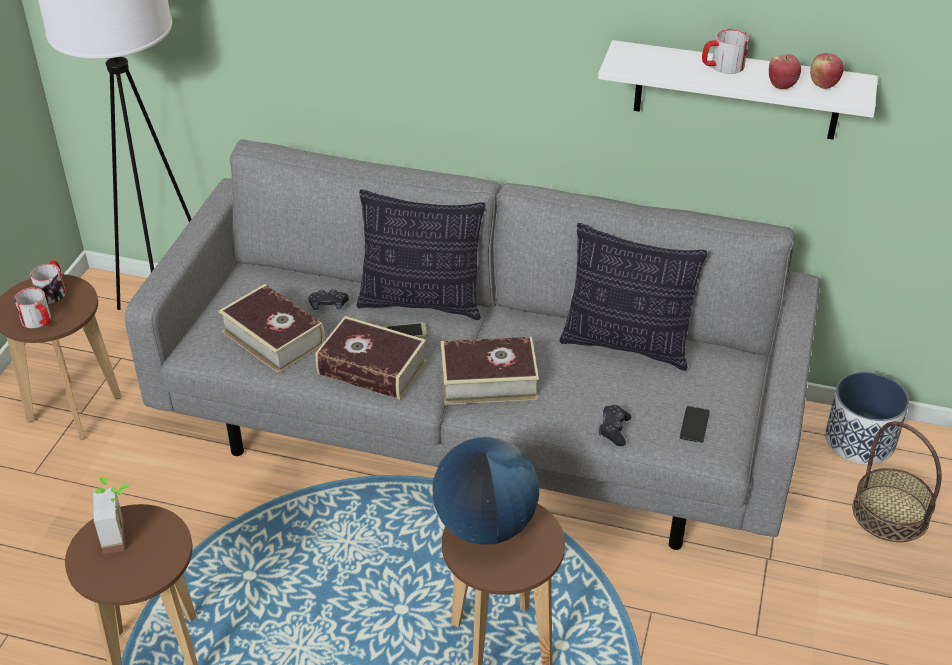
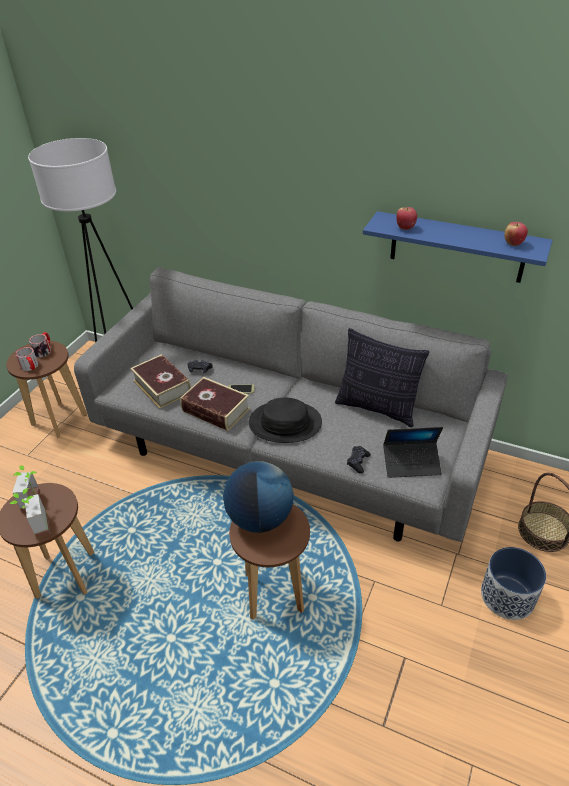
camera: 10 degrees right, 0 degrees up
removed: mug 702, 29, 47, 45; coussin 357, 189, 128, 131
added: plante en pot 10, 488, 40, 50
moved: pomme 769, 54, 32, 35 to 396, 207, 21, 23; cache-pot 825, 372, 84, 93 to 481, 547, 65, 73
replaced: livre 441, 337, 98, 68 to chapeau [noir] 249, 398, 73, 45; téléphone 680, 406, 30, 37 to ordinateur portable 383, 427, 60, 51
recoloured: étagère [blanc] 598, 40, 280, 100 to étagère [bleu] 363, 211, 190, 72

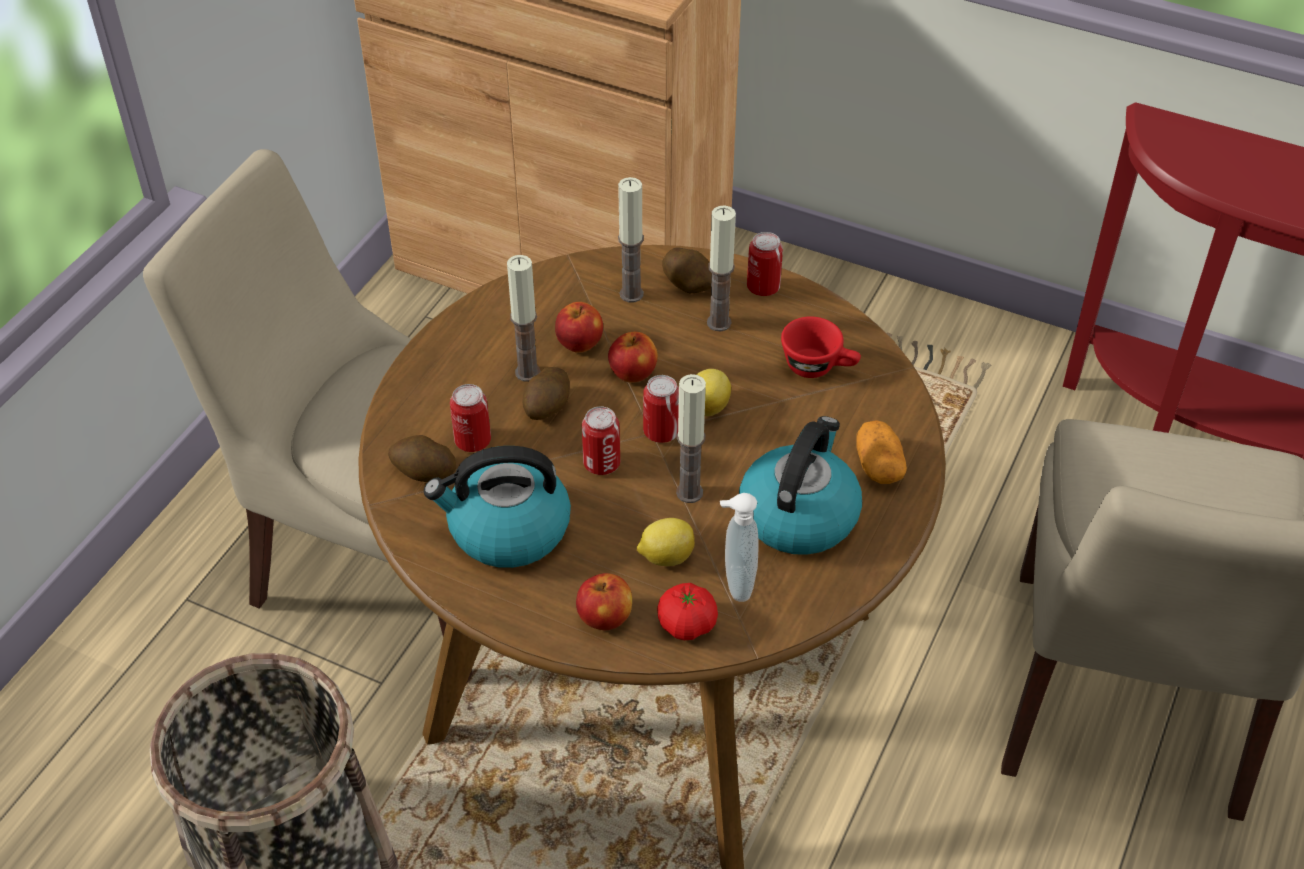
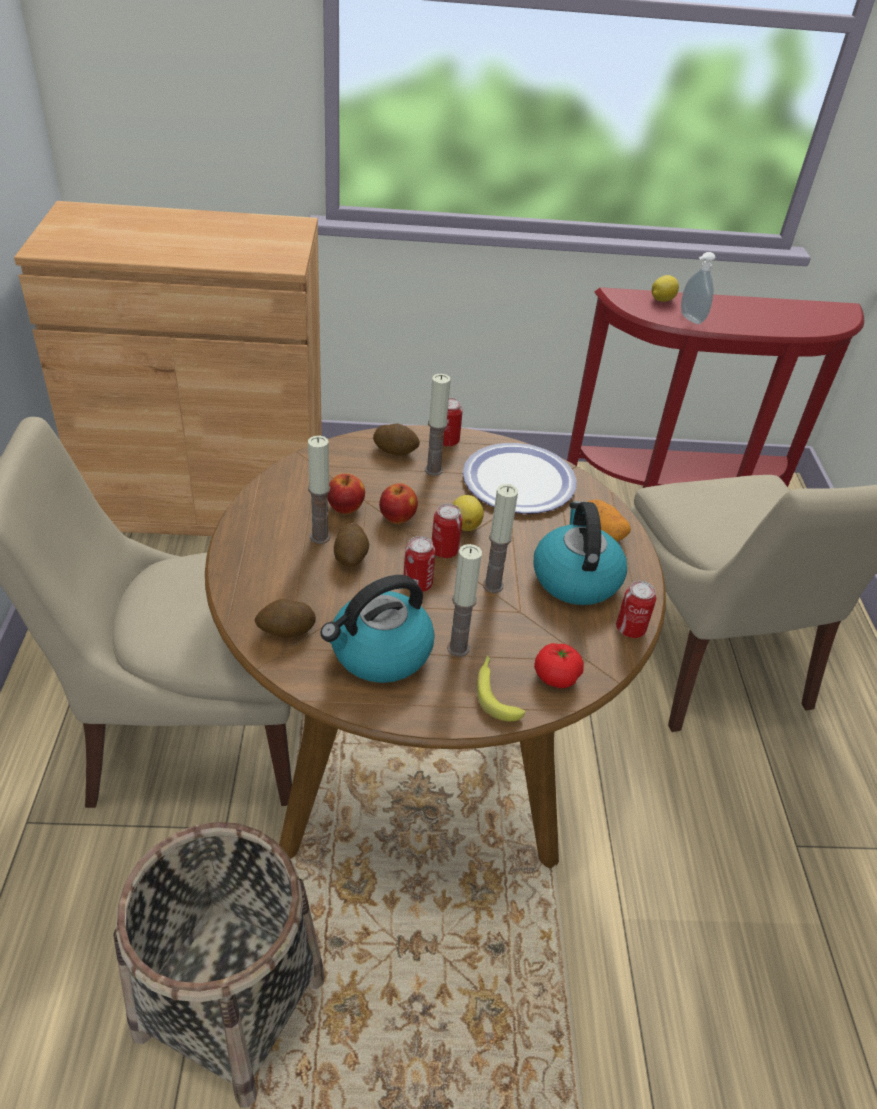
camera: 30 degrees left, 5 degrees down
moved: bougie 618, 177, 26, 125 to 447, 544, 35, 113; boîte métallique 450, 384, 41, 68 to 616, 581, 40, 57; distributeur de savon 720, 493, 39, 109 to 681, 252, 35, 72; citron 637, 518, 58, 48 to 652, 275, 27, 27
replaced: tasse [rouge] 781, 317, 80, 61 to assiette 463, 443, 114, 71; pomme 576, 573, 56, 57 to banane 477, 655, 49, 66

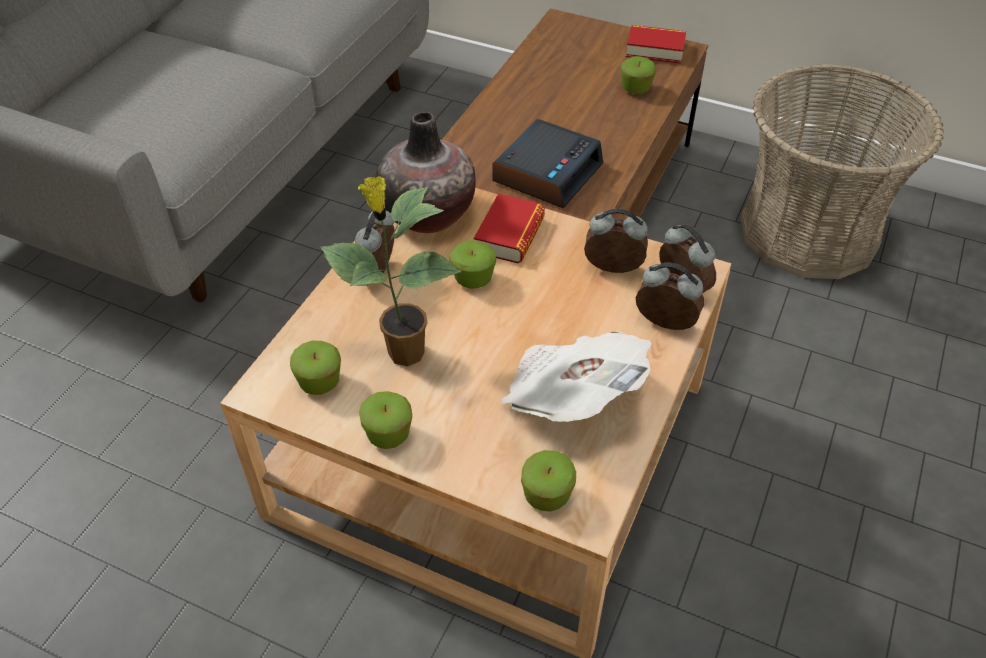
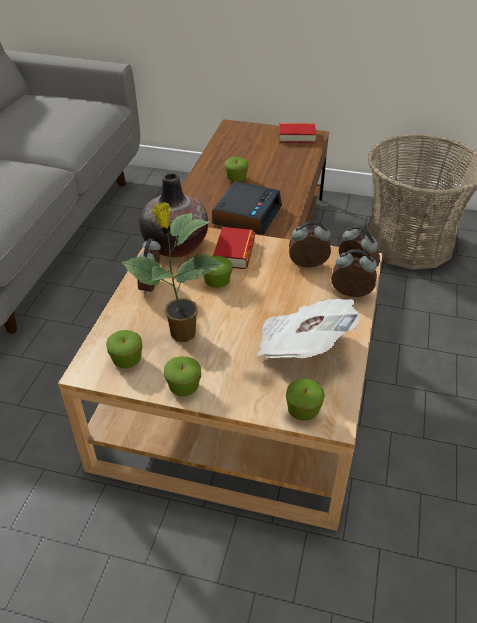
camera: 10 degrees left, 5 degrees down
moved: pomme 621, 56, 35, 38 to 225, 157, 23, 25

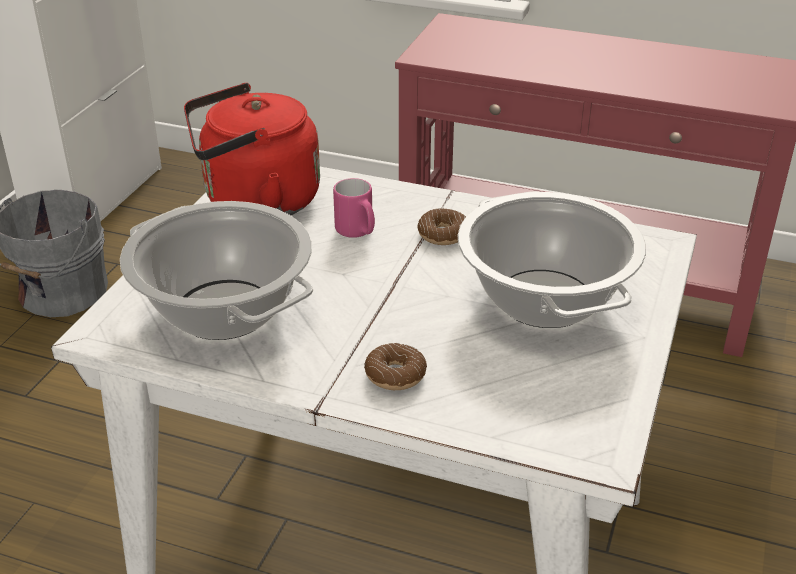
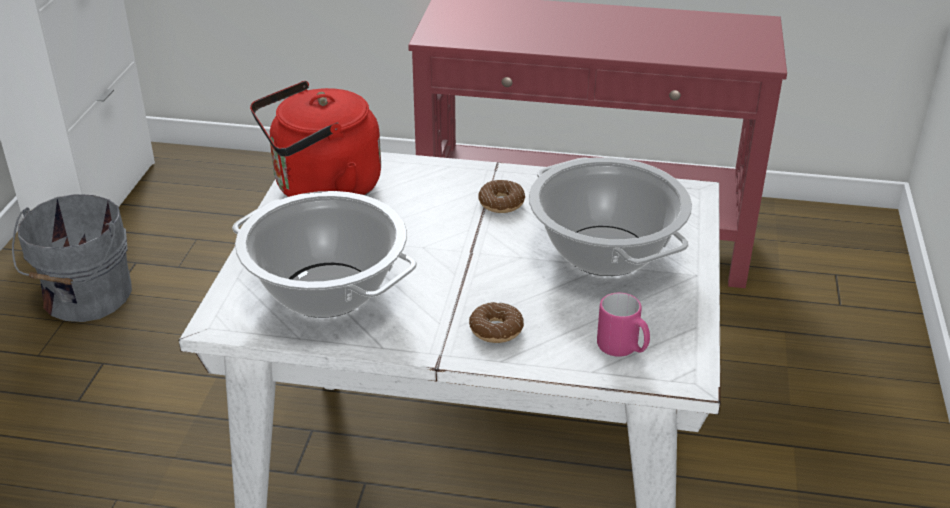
camera: 10 degrees left, 0 degrees up
moved: mug [rose] 333, 178, 42, 60 to 597, 293, 53, 64

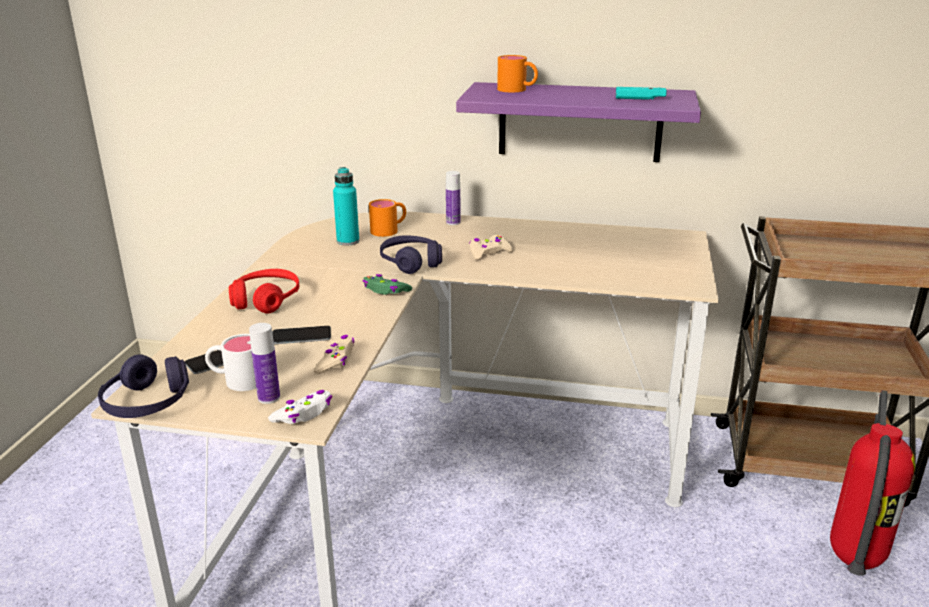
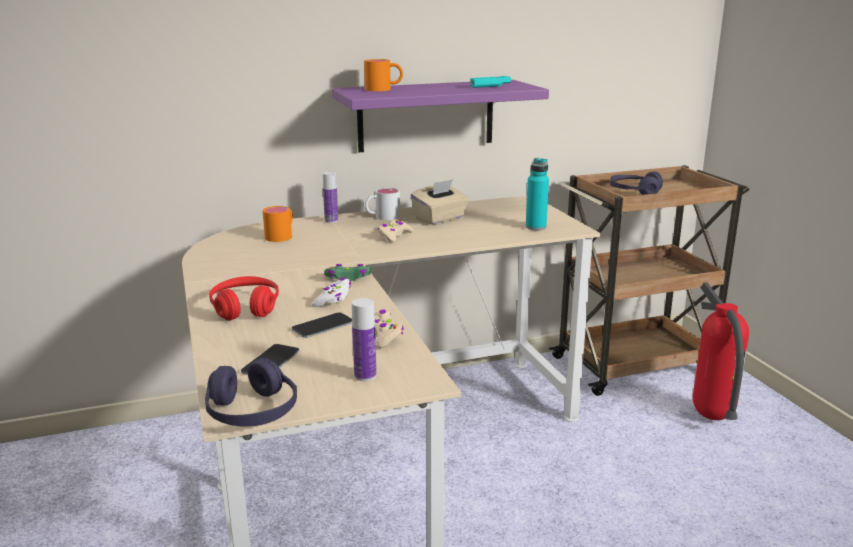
camera: 30 degrees left, 5 degrees down
added: boîte à mouchoirs [beige] 411, 179, 58, 46
moved: bouteille [turquoise] 333, 167, 26, 79 to 526, 158, 23, 72; casque audio [violet] 380, 235, 62, 39 to 610, 171, 53, 24; mug [blanc] 205, 334, 51, 57 to 365, 187, 35, 33; manette [blanc] 268, 390, 64, 34 to 312, 277, 39, 30

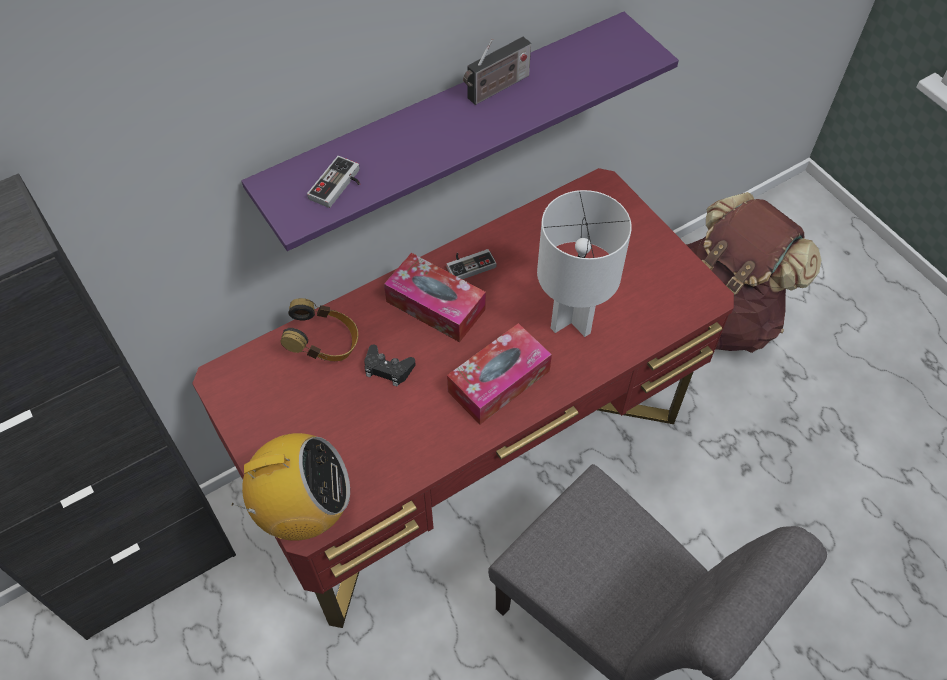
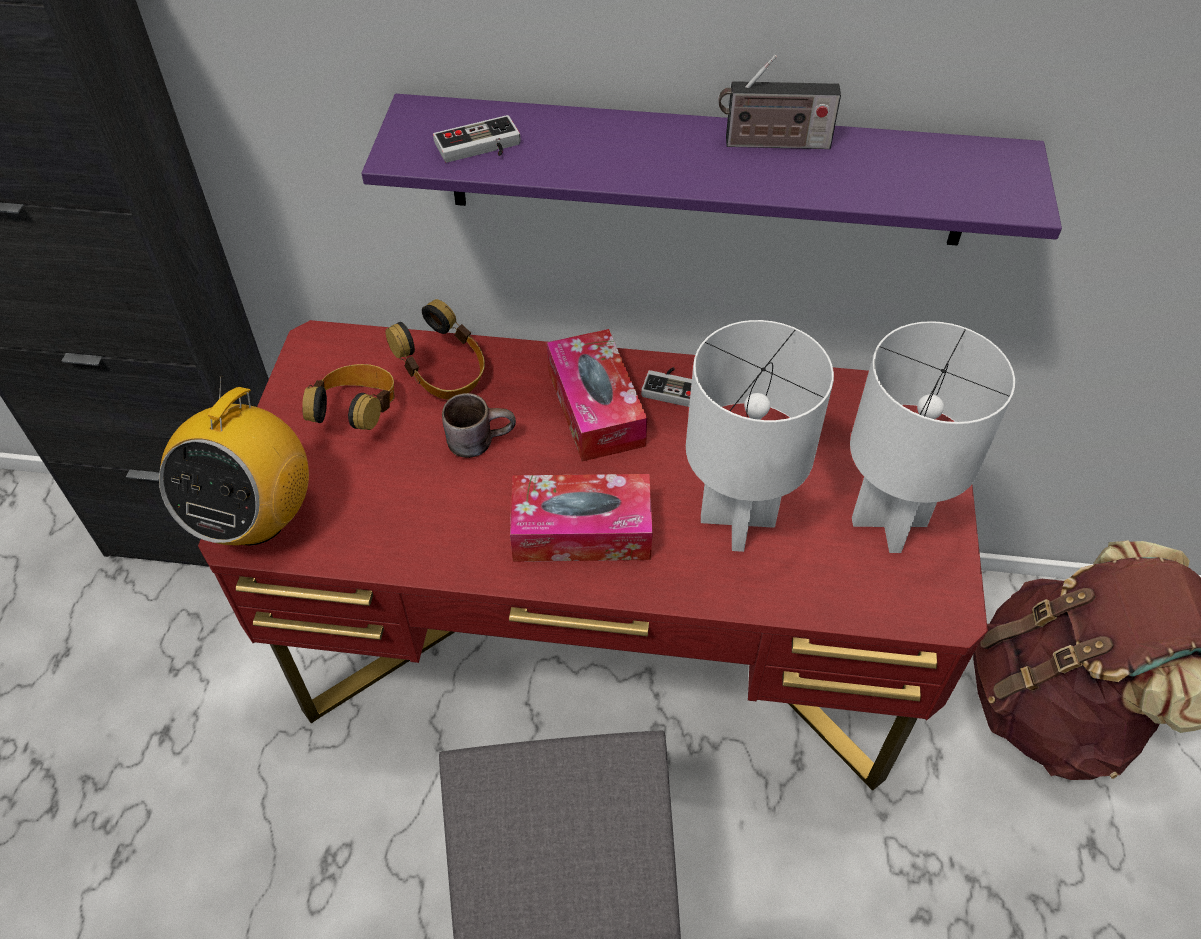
camera: 40 degrees right, 5 degrees down
added: lampe de table [blanc] 850, 321, 165, 232; casque audio 302, 364, 92, 66
replaced: manette [noir] 364, 344, 52, 42 to mug [marron] 442, 393, 74, 65
turned: radio 232, 433, 118, 108 = 159, 375, 150, 171 75 degrees clockwise

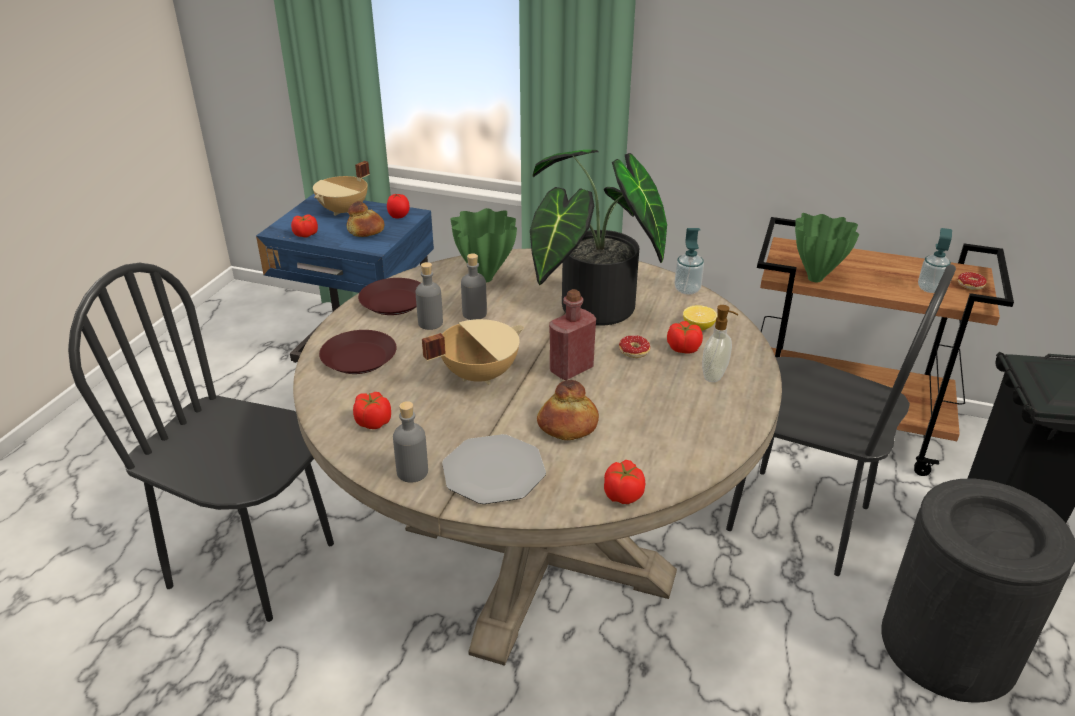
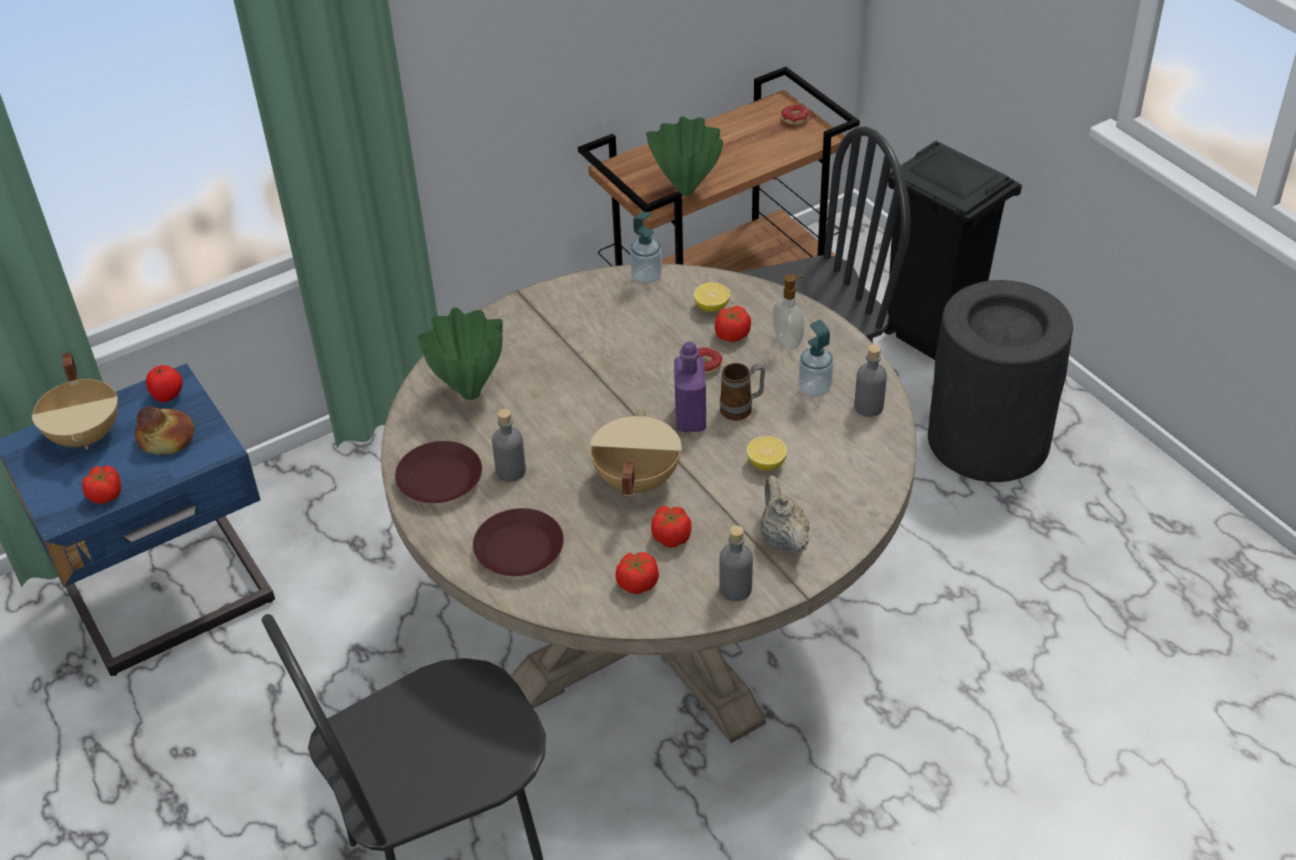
camera: 50 degrees left, 10 degrees up
removed: plante en pot 530, 150, 137, 176
added: mug 720, 363, 45, 58
moved: distributeur de savon 918, 228, 34, 65 to 799, 320, 35, 77; bouteille [gris] 461, 253, 26, 67 to 854, 344, 33, 73; tomate 604, 460, 41, 44 to 651, 506, 40, 42
replaced: pain 537, 380, 62, 60 to citron 747, 436, 40, 35; assiette 442, 434, 104, 70 to théière [beige] 760, 475, 50, 77
recoloured: bouteille [rouge] 549, 289, 47, 91 to bouteille [violet] 674, 341, 32, 91

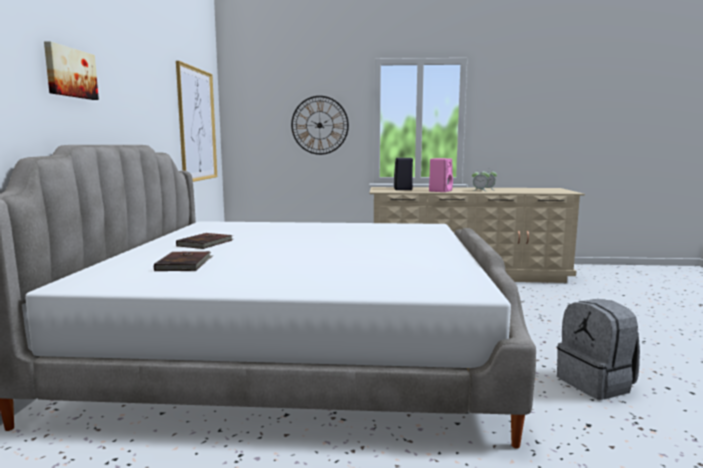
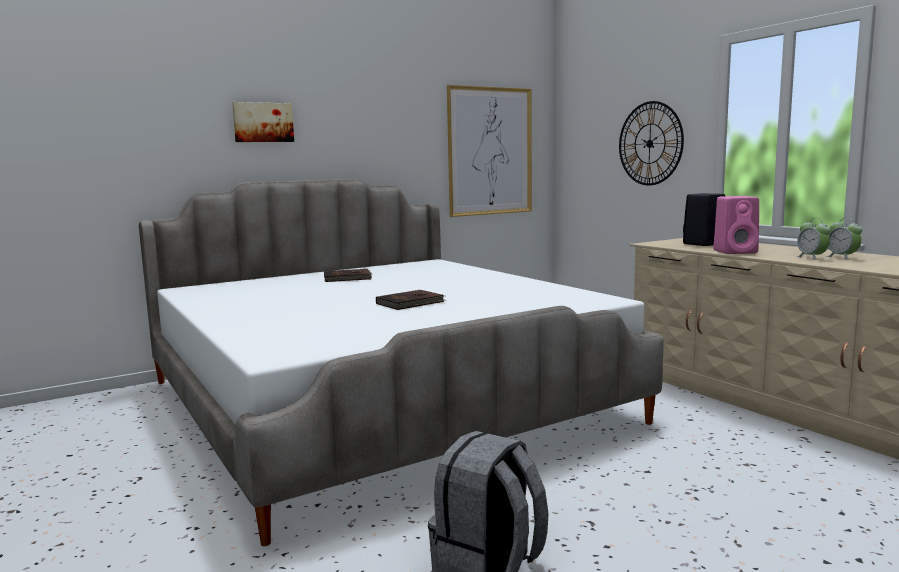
camera: 55 degrees right, 0 degrees up
moved: livre [marron] 154, 251, 59, 20 to 376, 290, 69, 20

